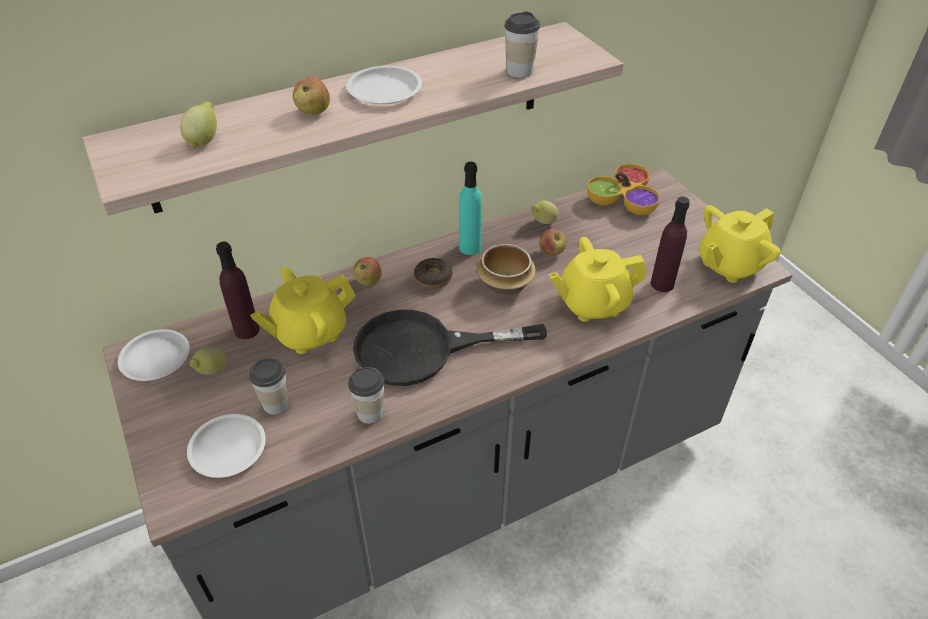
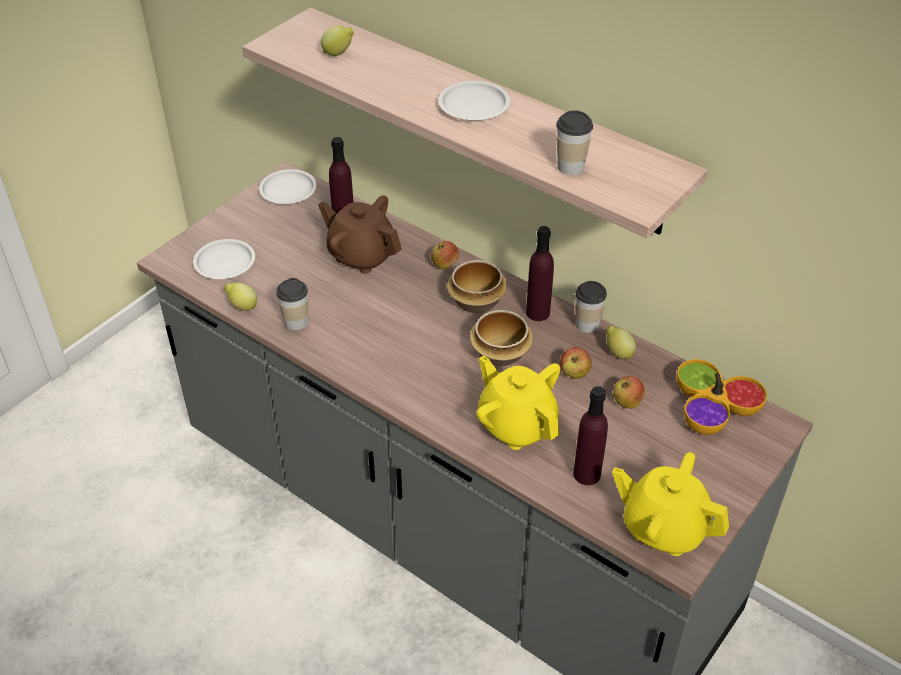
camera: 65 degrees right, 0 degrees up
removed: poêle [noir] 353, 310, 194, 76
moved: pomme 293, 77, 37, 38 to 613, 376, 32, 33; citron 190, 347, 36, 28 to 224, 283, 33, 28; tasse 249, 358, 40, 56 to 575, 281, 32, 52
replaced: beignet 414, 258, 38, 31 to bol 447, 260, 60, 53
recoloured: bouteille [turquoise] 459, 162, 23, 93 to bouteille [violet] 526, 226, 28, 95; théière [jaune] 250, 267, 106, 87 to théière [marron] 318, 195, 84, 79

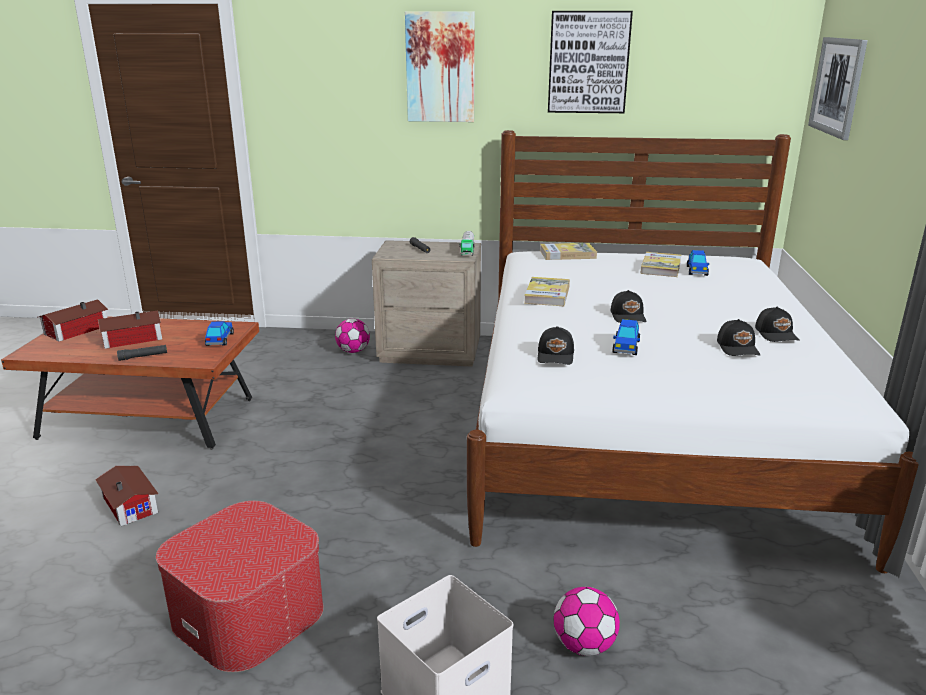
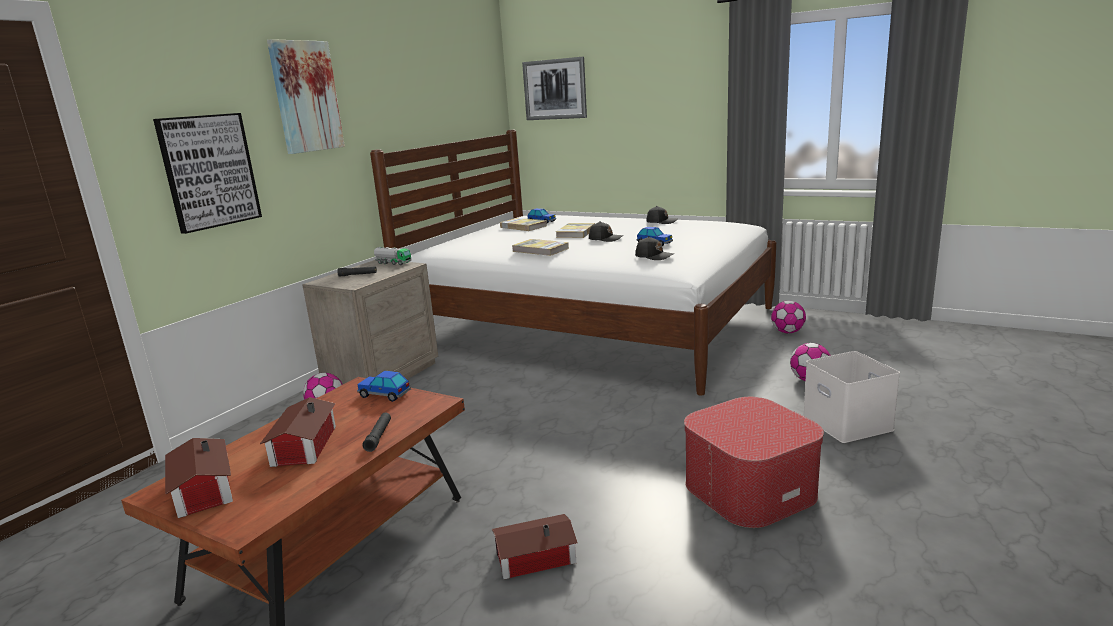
camera: 65 degrees left, 5 degrees down
removed: casquette [noir] 717, 319, 43, 37
added: ballon de foot 771, 301, 35, 32
moved: tableau 548, 11, 85, 102 to 153, 113, 109, 121; livre 540, 243, 57, 17 to 556, 223, 39, 15

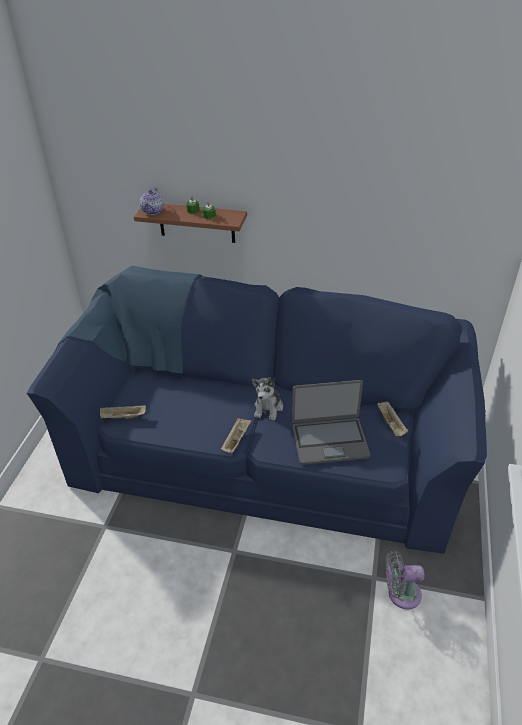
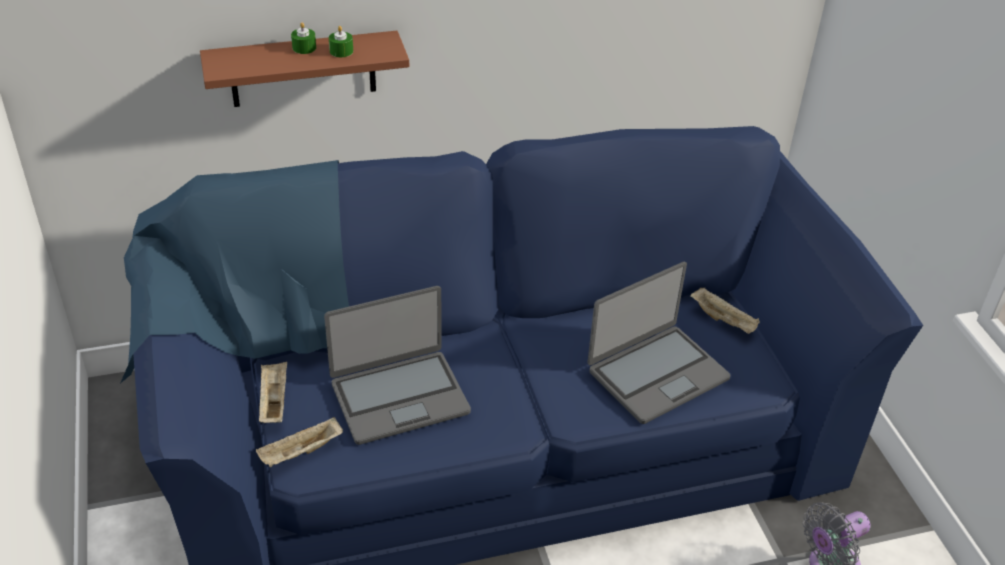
camera: 30 degrees left, 0 degrees up
removed: théière 140, 187, 24, 28; peluche 252, 377, 31, 44
added: ordinateur portable 324, 286, 147, 159
moved: plateau [beige] 221, 418, 31, 35 to 259, 362, 28, 61

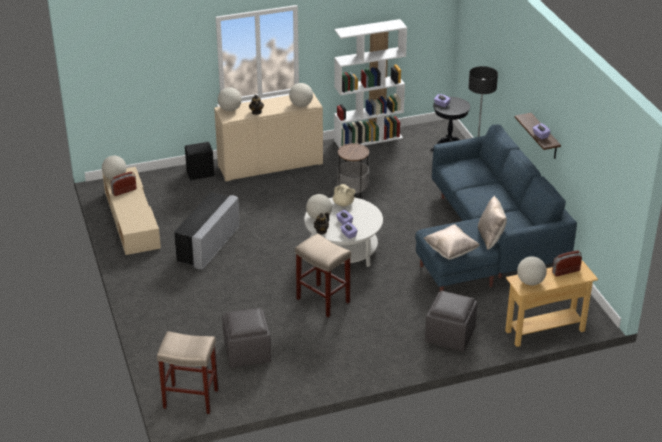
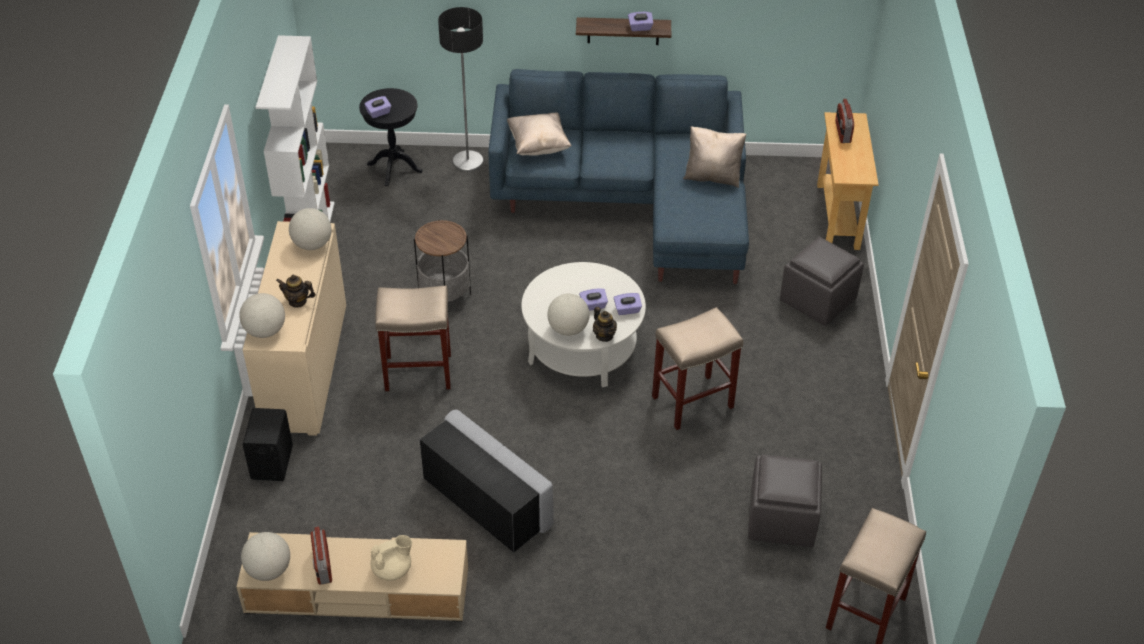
camera: 70 degrees left, 10 degrees up
removed: globe 517, 256, 30, 29
added: tabouret [beige] 375, 286, 76, 105
moved: théière [beige] 333, 184, 23, 22 to 370, 535, 42, 46; coussin [beige] 423, 224, 57, 36 to 507, 112, 65, 44

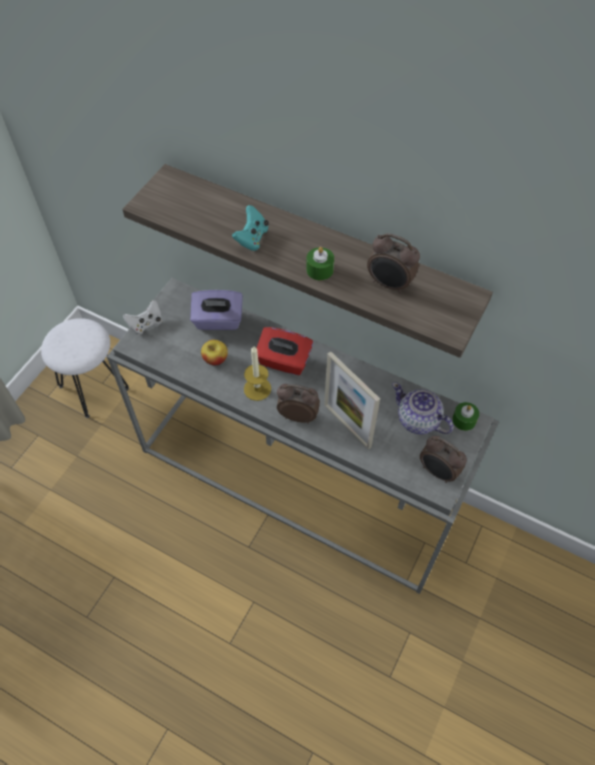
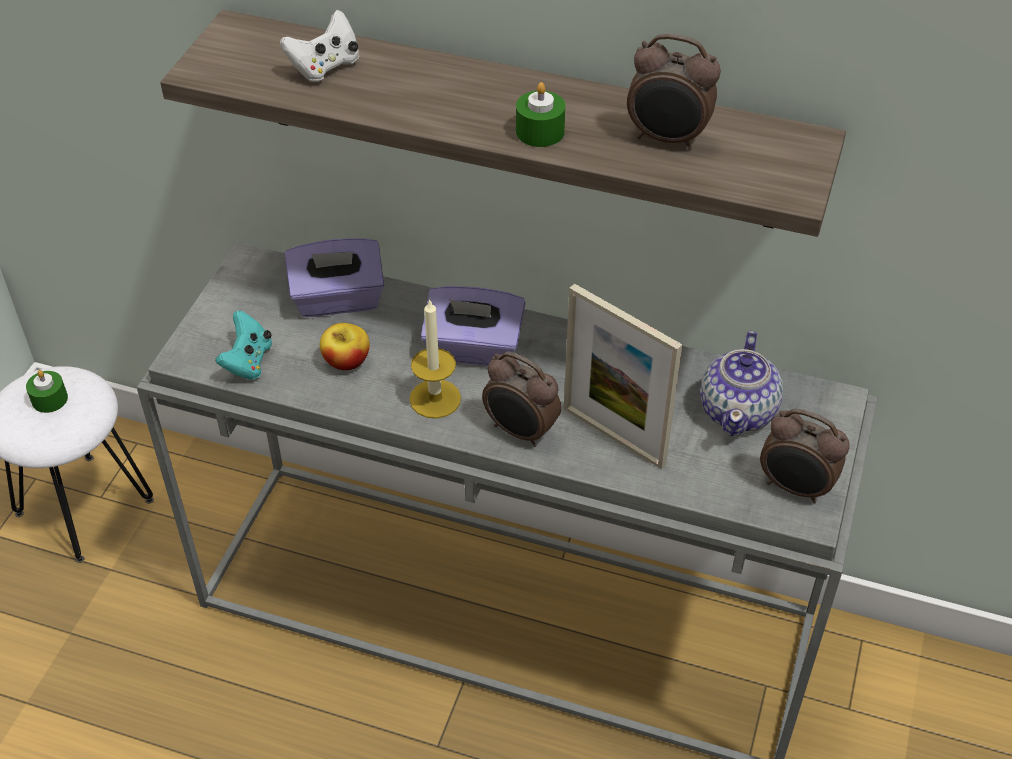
camera: 10 degrees left, 10 degrees down
moved: manette [turquoise] 232, 205, 37, 46 to 215, 311, 57, 69; manette [blanc] 123, 300, 39, 35 to 280, 10, 79, 72; bougie [vert] 452, 402, 27, 29 to 26, 370, 42, 43
recoloured: boîte à mouchoirs [rouge] 257, 327, 56, 48 to boîte à mouchoirs [violet] 421, 286, 104, 80
turned: théière 392, 383, 62, 51 = 700, 331, 83, 105 105 degrees counterclockwise; réveil 277, 384, 43, 40 = 482, 351, 79, 96 150 degrees counterclockwise

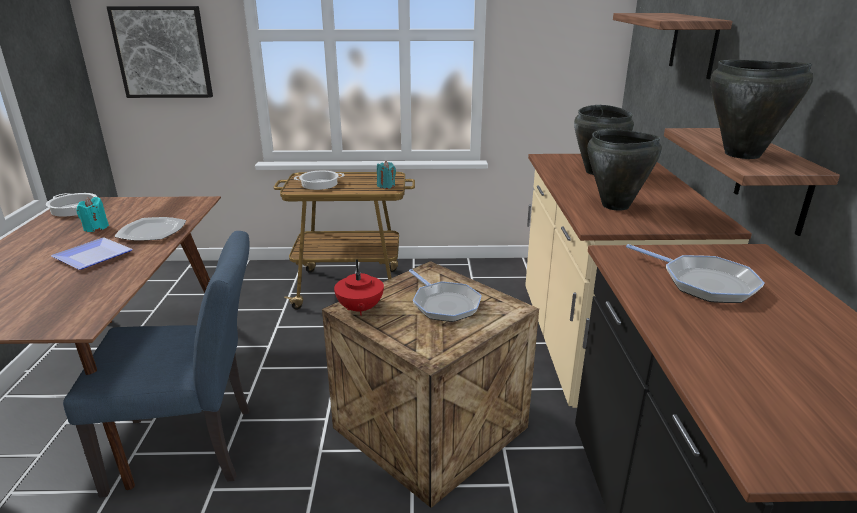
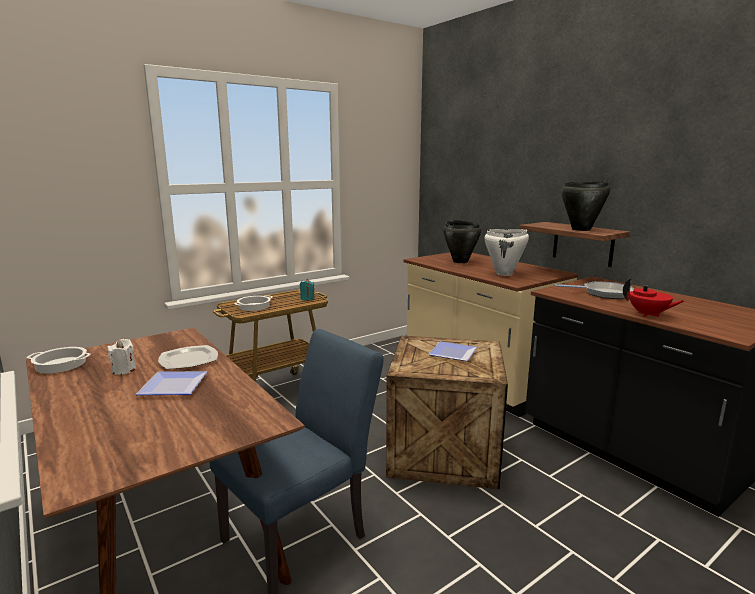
camera: 35 degrees left, 10 degrees down
removed: tableau 107, 6, 106, 92; étagère 613, 13, 119, 66
moved: théière [rouge] 334, 259, 50, 57 to 623, 278, 62, 39
replaced: poêle 409, 269, 73, 53 to assiette 428, 341, 49, 20
recoloured: marmite [noir] 587, 130, 75, 80 to marmite [blanc] 485, 229, 44, 47; bougie [turquoise] 77, 197, 32, 35 to bougie [blanc] 107, 339, 29, 36

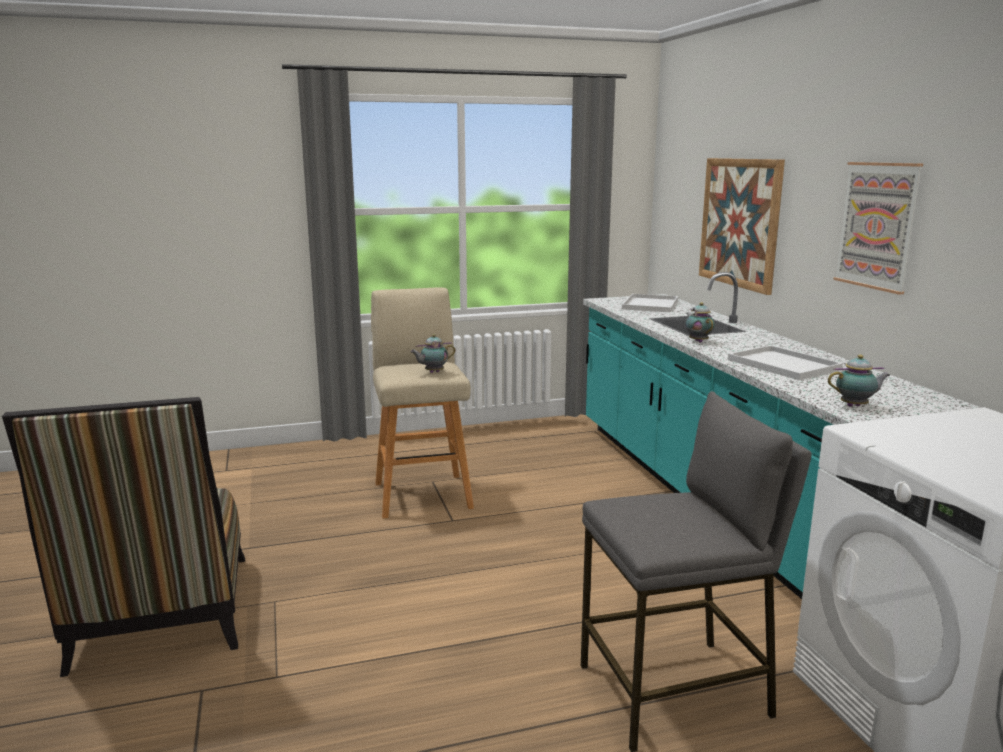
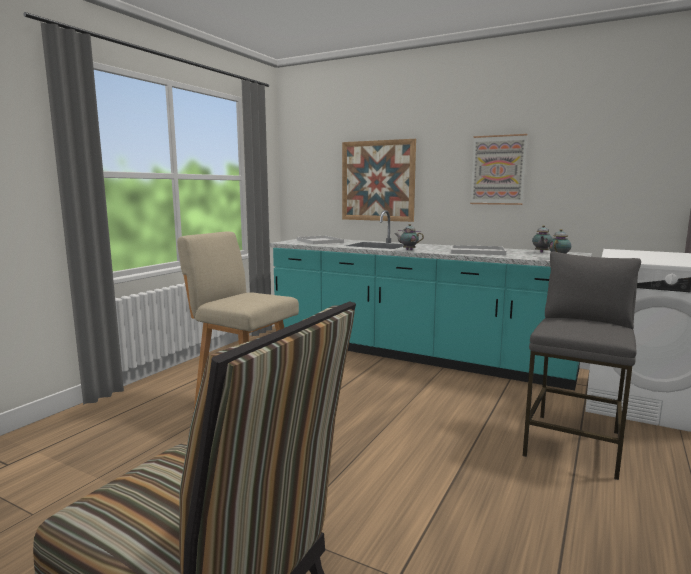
camera: 45 degrees left, 5 degrees down
moved: théière 410, 334, 46, 39 to 532, 225, 21, 28

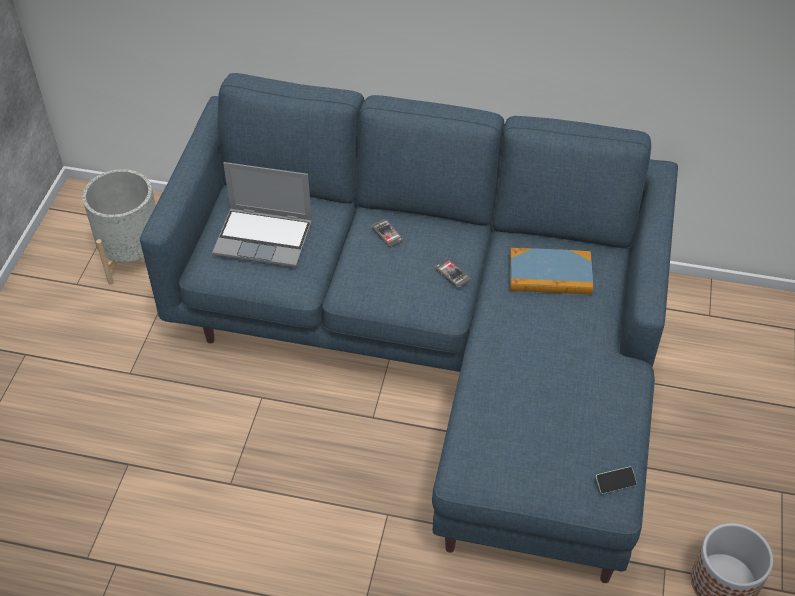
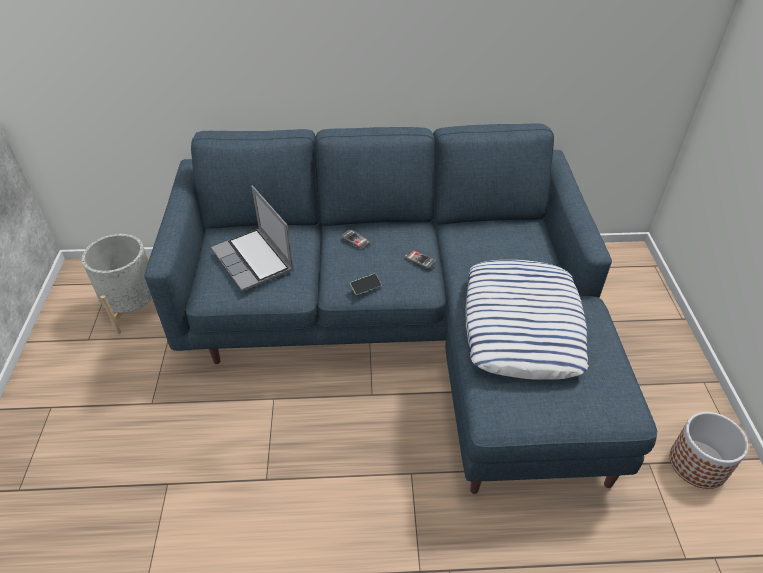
camera: 15 degrees left, 5 degrees down
removed: livre 510, 248, 83, 46
added: coussin 466, 260, 123, 120
moved: téléphone 596, 466, 41, 28 to 350, 274, 32, 21
turned: ordinateur portable 212, 162, 100, 105 = 211, 186, 83, 106 60 degrees clockwise

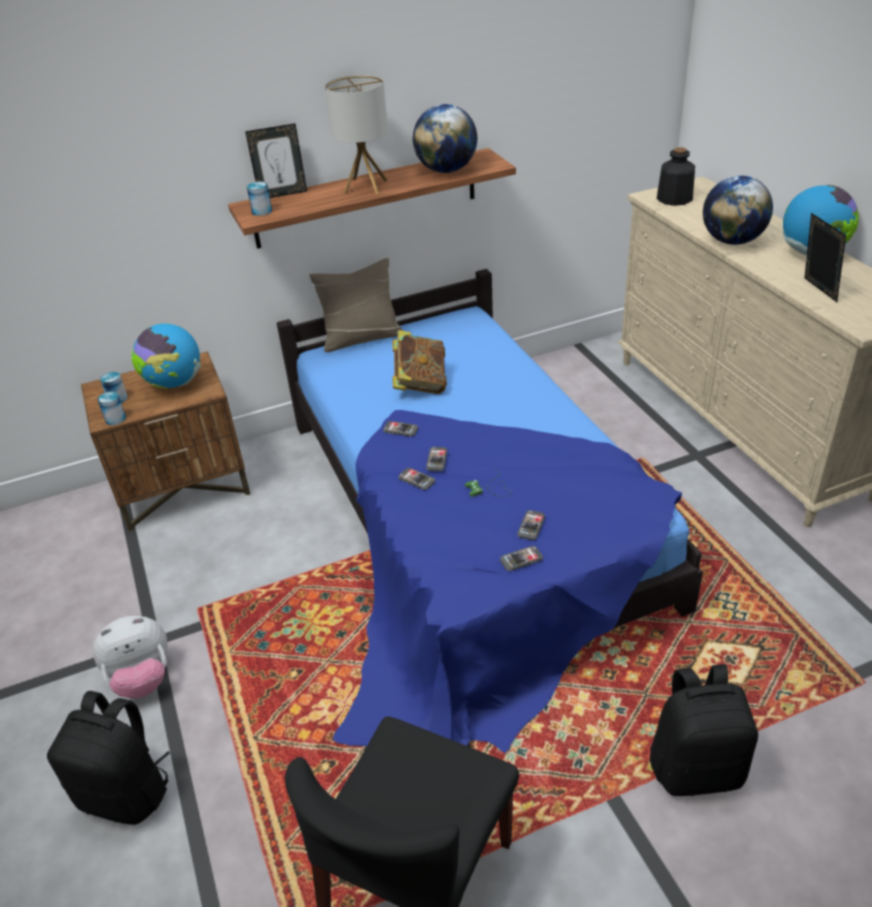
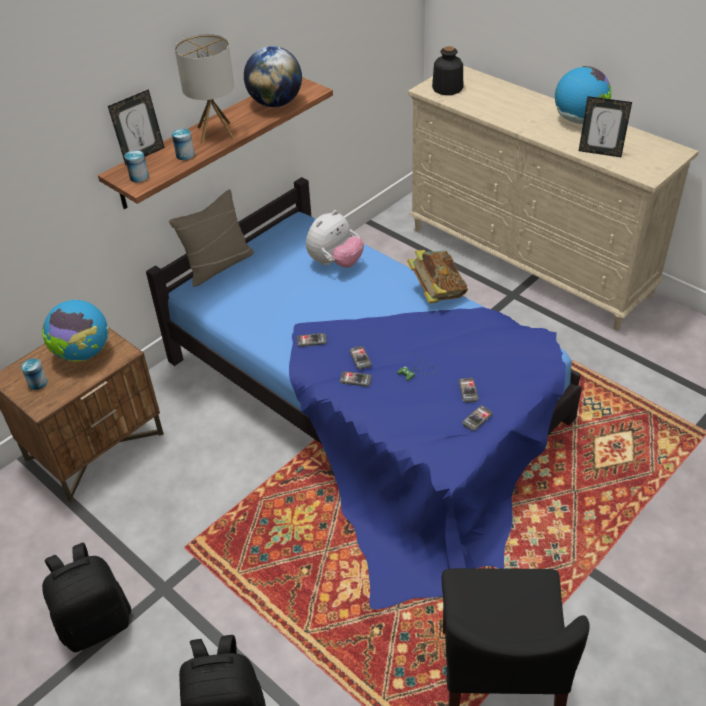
camera: 25 degrees left, 5 degrees up
removed: globe 703, 175, 70, 70
moved: livre 393, 330, 54, 64 to 407, 250, 61, 53; boîte métallique 97, 392, 29, 33 to 172, 129, 23, 31; peluche 93, 616, 75, 82 to 306, 210, 58, 58; sac à dos [noir] 650, 664, 108, 132 to 42, 543, 89, 109
turned: cadre photo 804, 213, 42, 89 = 579, 96, 53, 61 150 degrees clockwise

